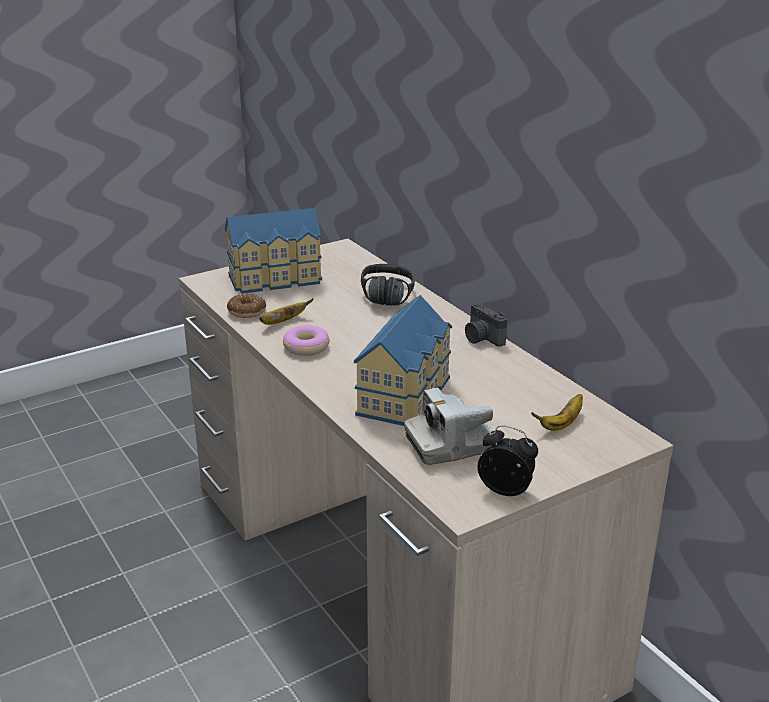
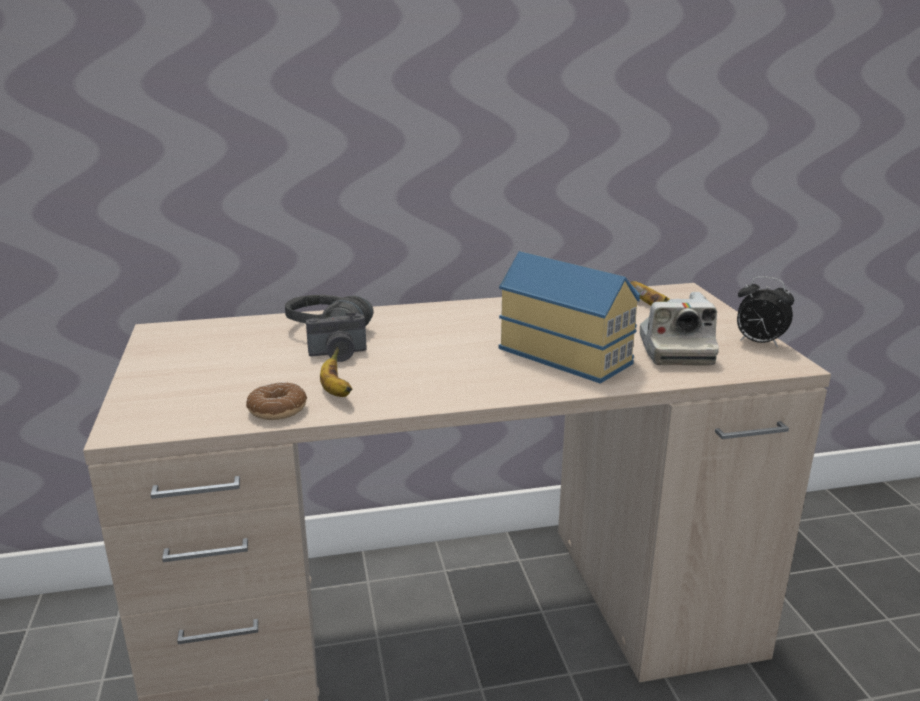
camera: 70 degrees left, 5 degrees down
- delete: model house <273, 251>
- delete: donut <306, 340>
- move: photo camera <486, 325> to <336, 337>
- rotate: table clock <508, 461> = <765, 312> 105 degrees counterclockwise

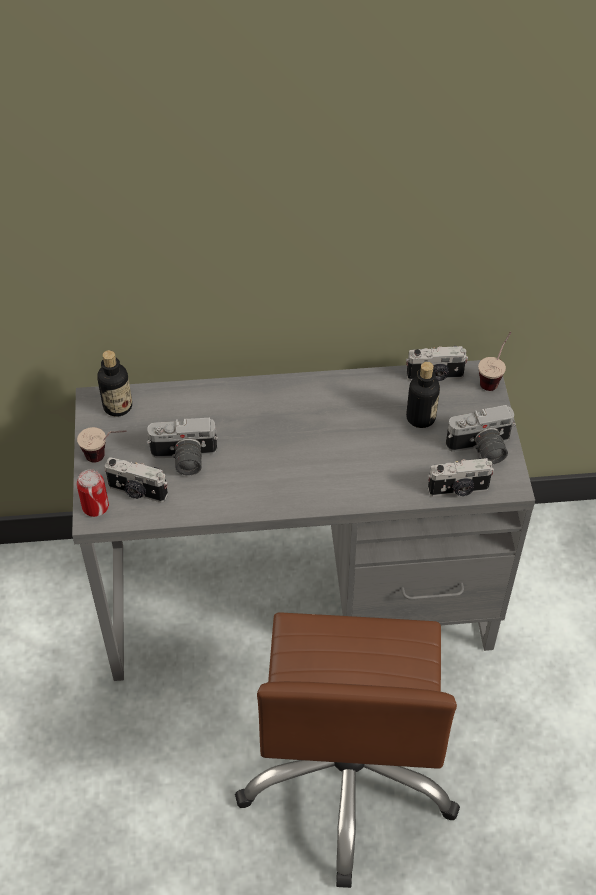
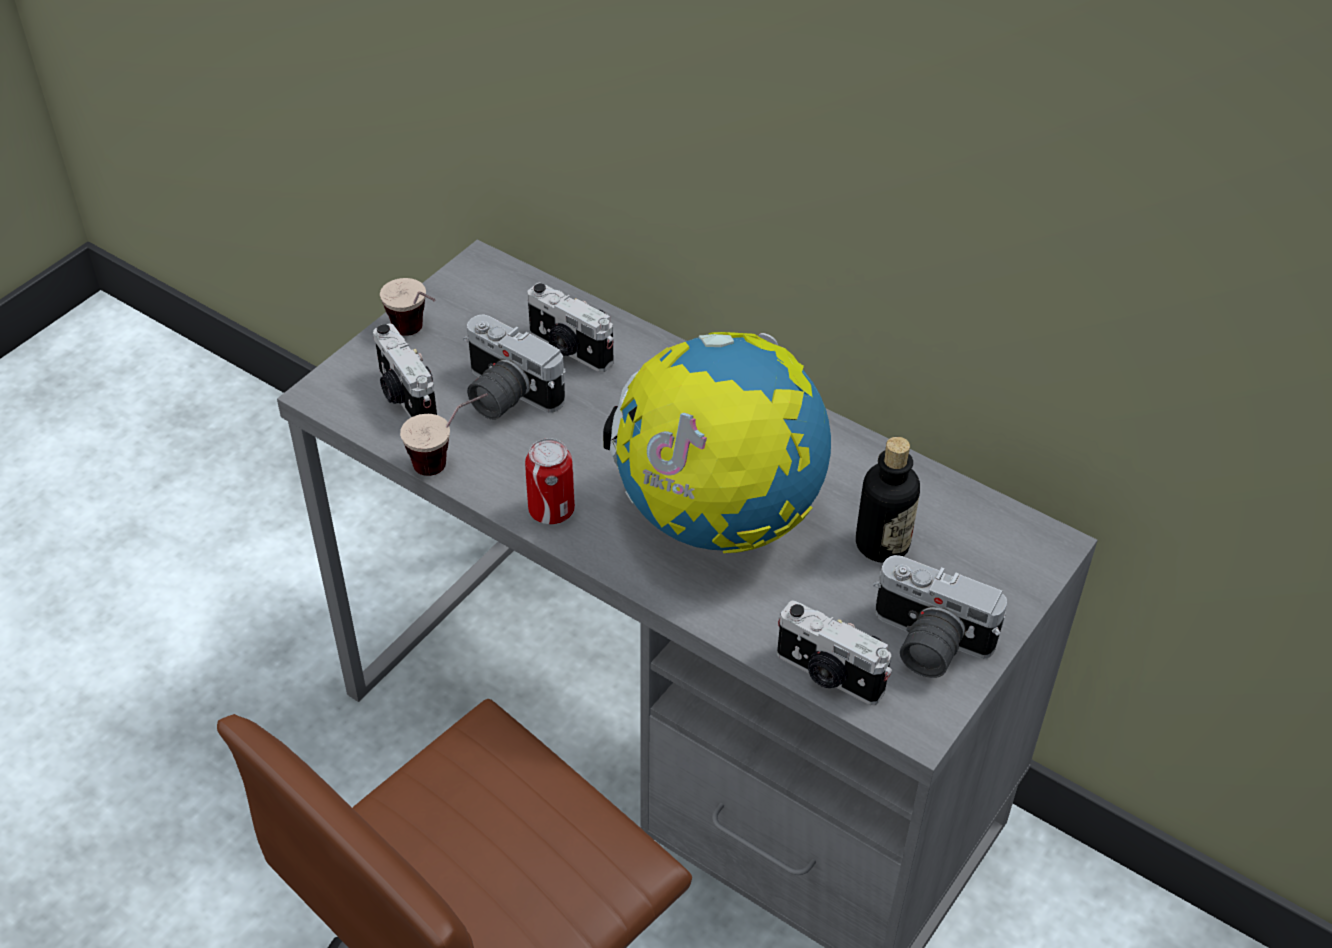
camera: 40 degrees right, 5 degrees down
- delete: drink bottle <114, 383>
- insert: globe <717, 442>
- move: can <93, 493> to <550, 481>
- move: photo camera <437, 363> to <570, 327>
- move: drinking cup <495, 361> to <444, 434>

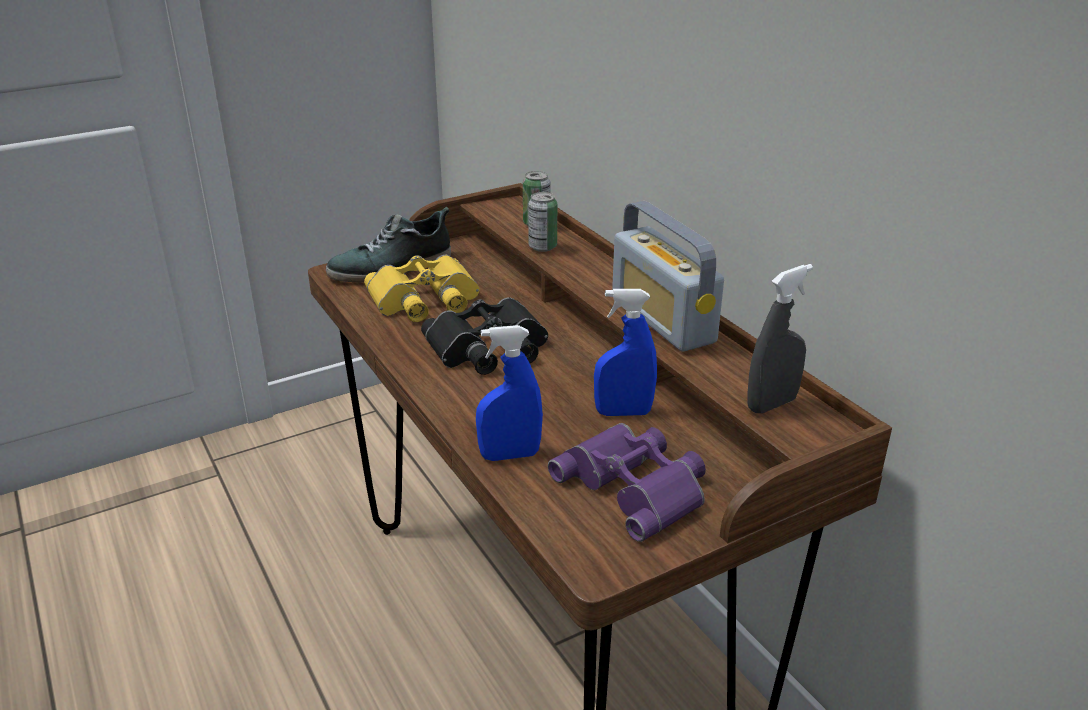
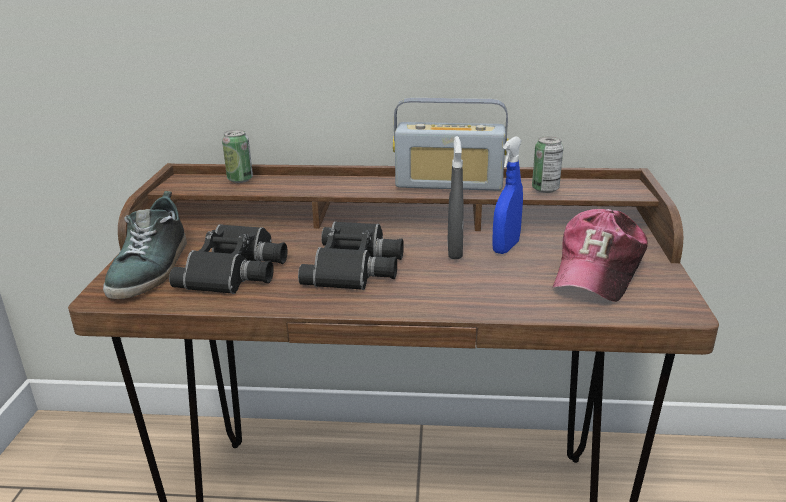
camera: 55 degrees left, 5 degrees down
- delete: blue-coloured spray bottle <509, 393>
- move: can <542, 222> to <547, 164>
- move: grey spray bottle <780, 338> to <456, 197>
- replace: purple field glasses <627, 482> to cap <600, 255>
- recolor: yellowish field glasses <422, 288> to black field glasses <228, 259>

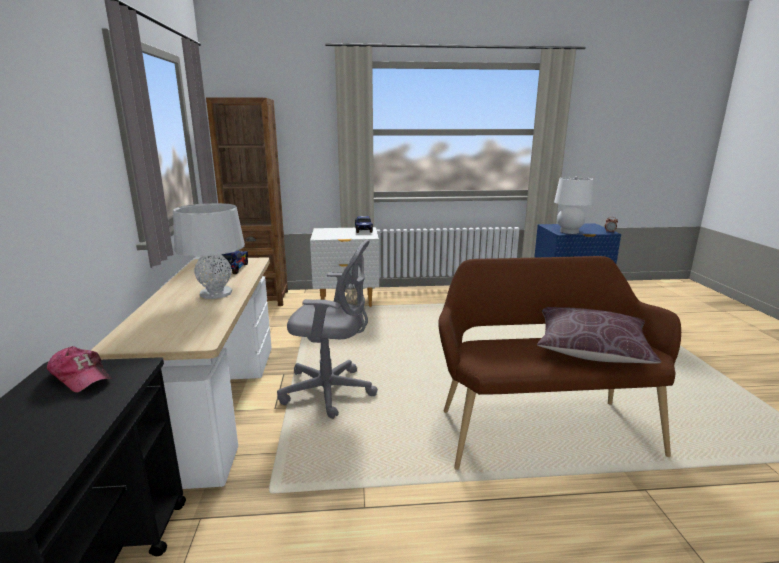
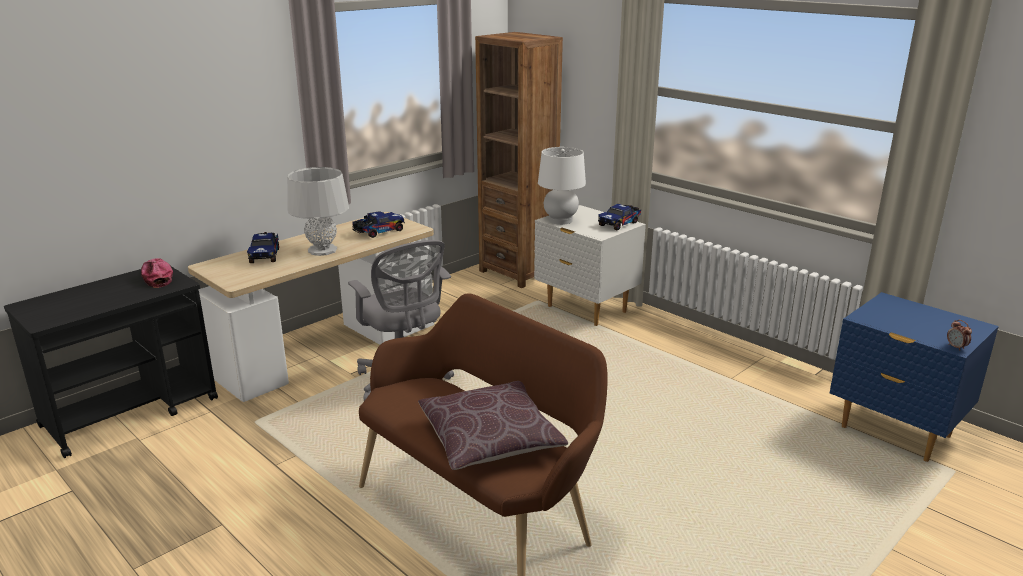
camera: 50 degrees right, 5 degrees up
- insert: toy lorry <263, 247>
- move: whitish tabletop lamp <573, 205> to <562, 186>
- rotate: cap <79, 369> = <157, 273> 150 degrees clockwise

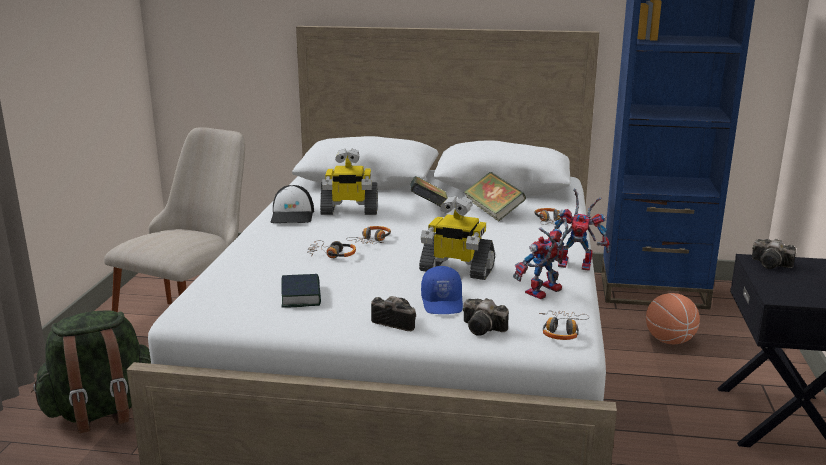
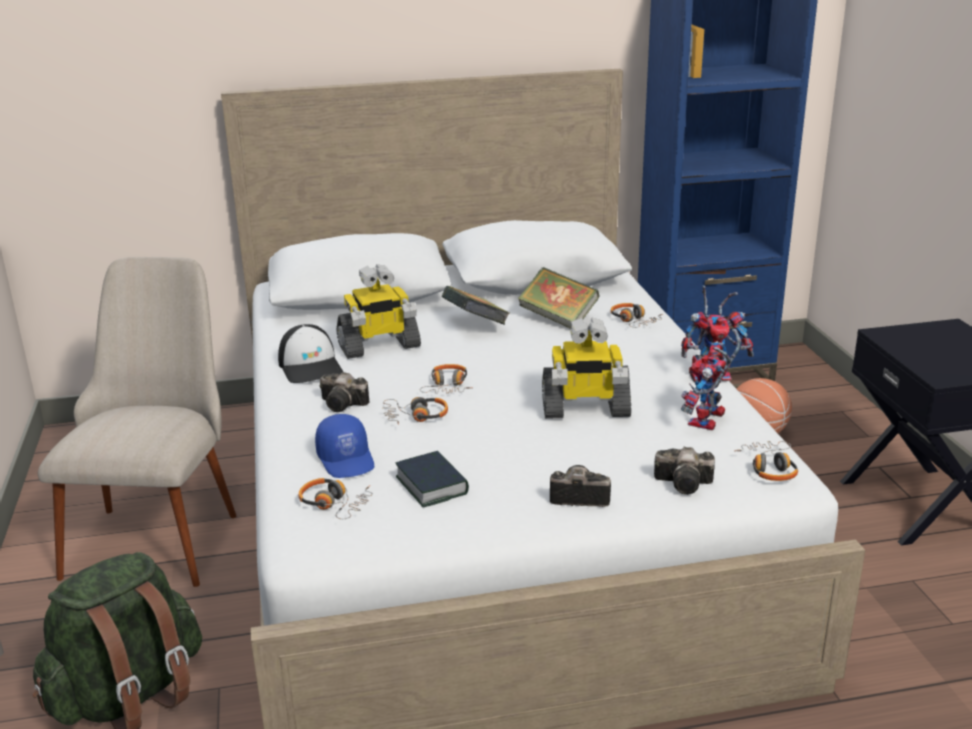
camera: 20 degrees left, 5 degrees up
- insert: headphones <335, 498>
- move: blue-coloured cap <442, 290> to <344, 446>
- move: photo camera <774, 254> to <344, 392>

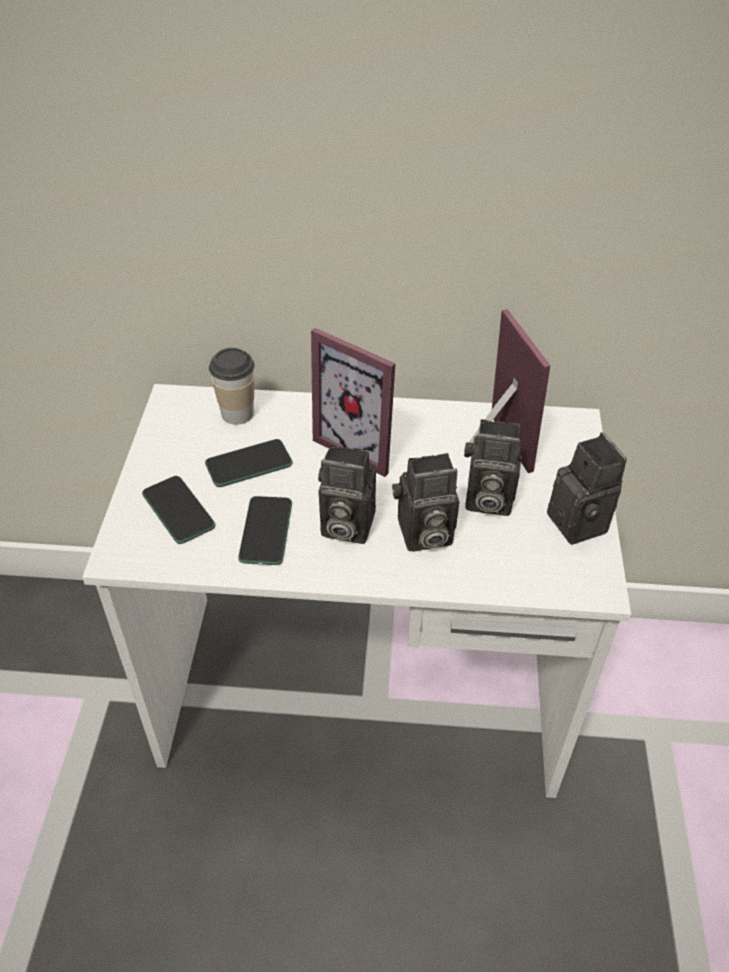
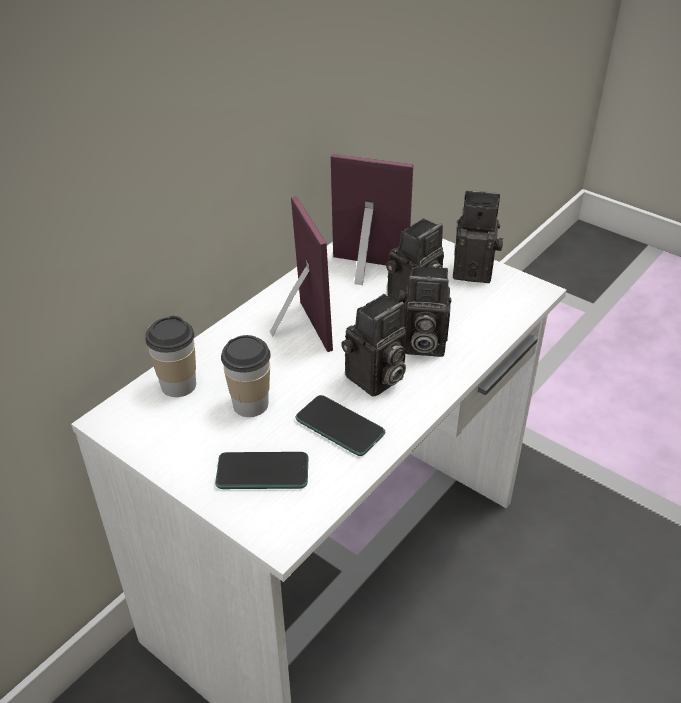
camera: 55 degrees left, 5 degrees down
- replace: handset <249, 463> to drinking cup <246, 376>
- rotate: standing frame <353, 402> = <301, 274> 90 degrees counterclockwise
- rotate: photo camera <425, 502> = <425, 311> 75 degrees clockwise

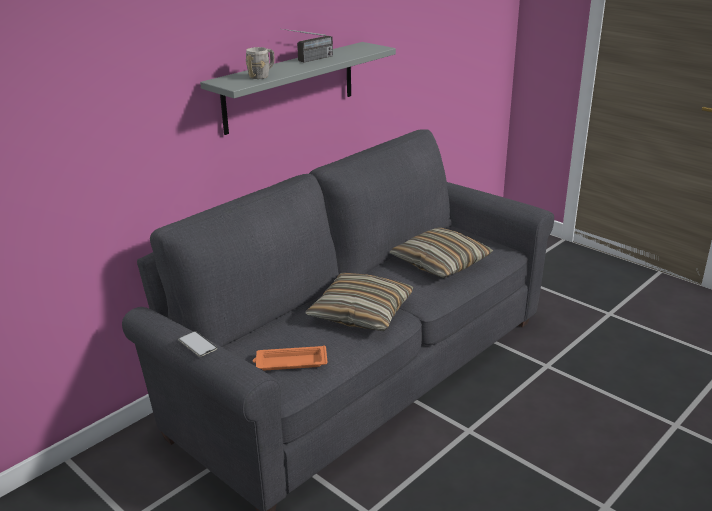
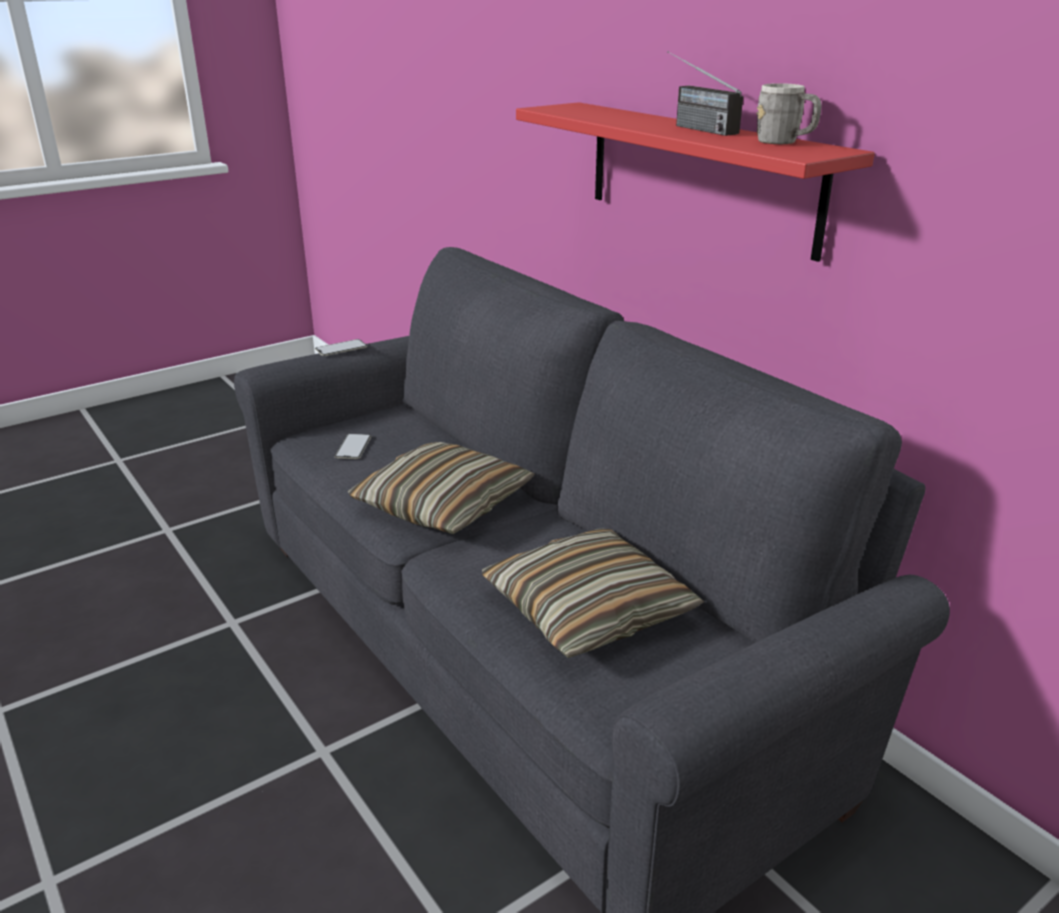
camera: 100 degrees right, 0 degrees up
- move: grey coffee mug <260, 63> to <789, 113>
- replace: orangey serving tray <290, 357> to handset <353, 446>
- recolor: grey shelf <298, 88> to red shelf <695, 182>

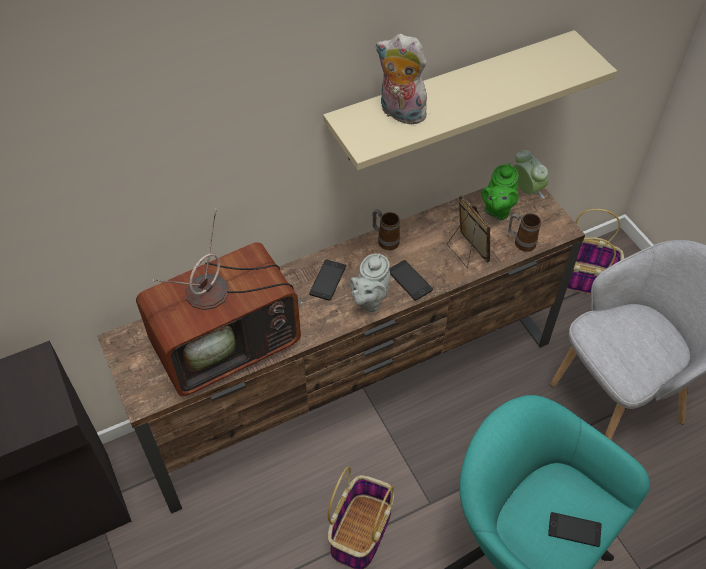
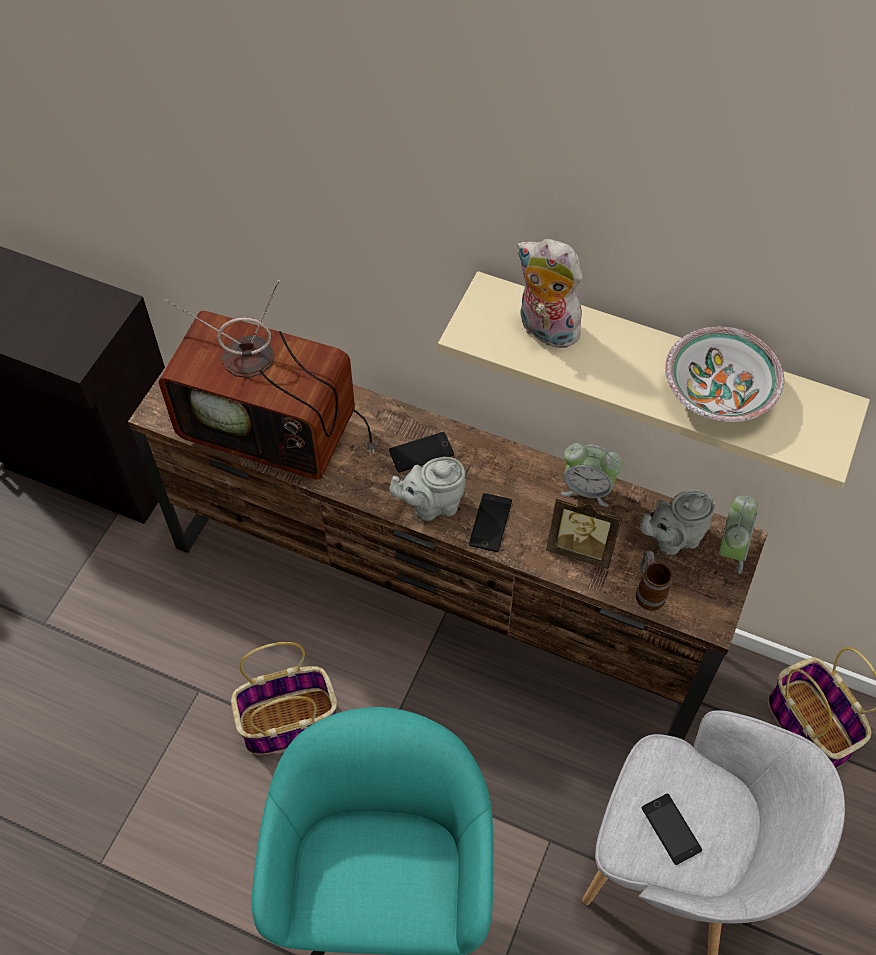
camera: 50 degrees right, 5 degrees up
- delete: coffee mug <386, 229>
- insert: table clock <592, 475>
- insert: serving bowl <724, 374>
- move: handset <574, 529> to <672, 829>
- recolor: greenish tea pot <500, 191> to grey tea pot <677, 522>
- rotate: soft toy <402, 80> = <550, 293> 45 degrees counterclockwise
- rotate: standing frame <468, 231> = <584, 533> 90 degrees clockwise

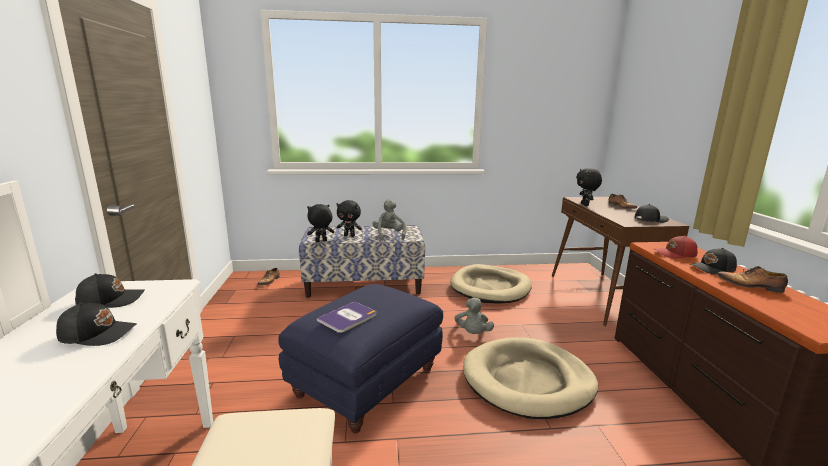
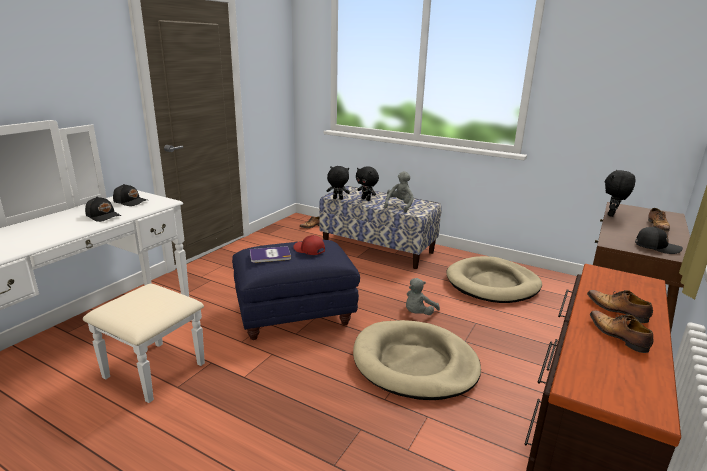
camera: 35 degrees right, 5 degrees up
- move: red cap <676, 246> to <309, 245>
- replace: black cap <713, 261> to low shoe <620, 306>

